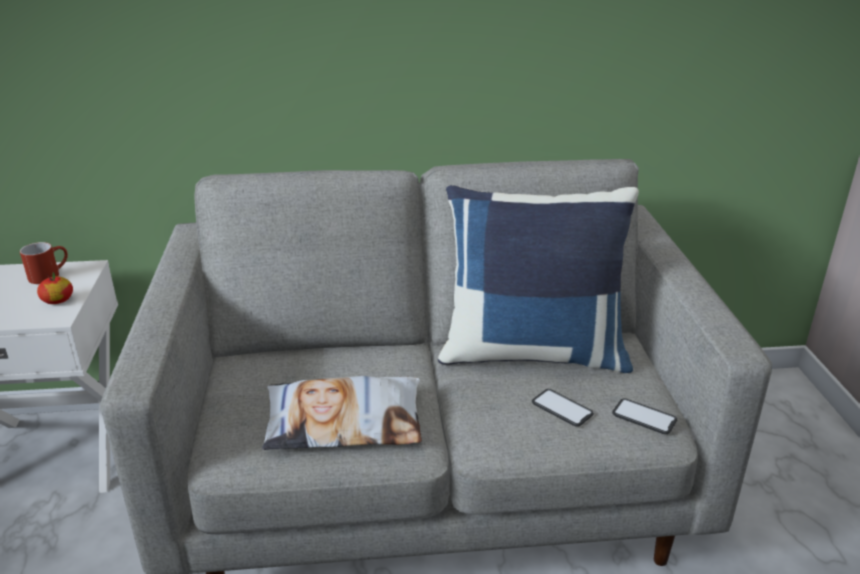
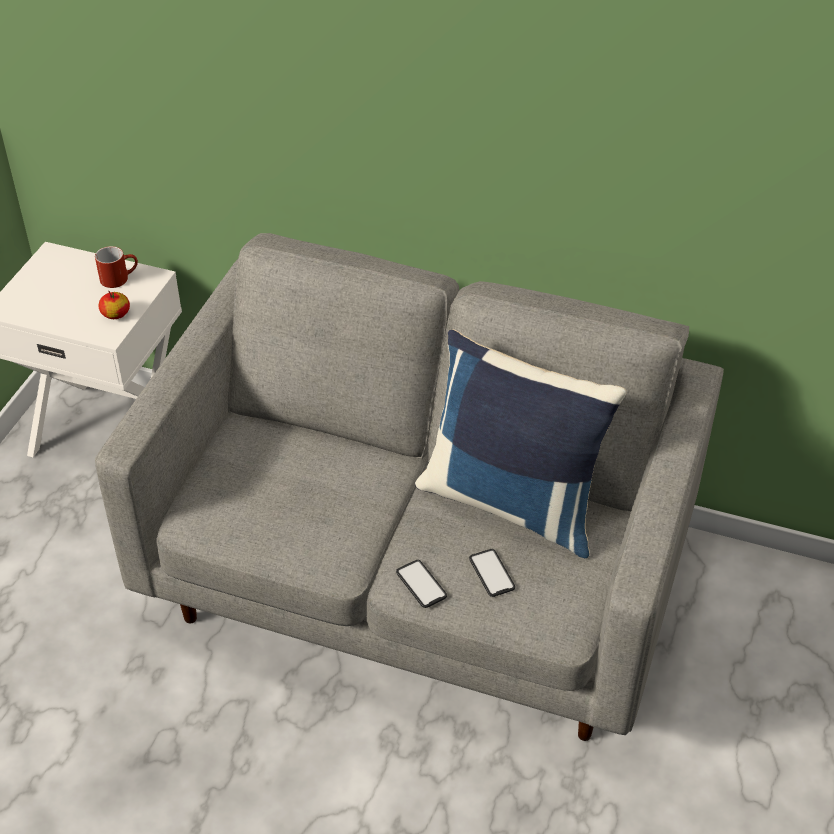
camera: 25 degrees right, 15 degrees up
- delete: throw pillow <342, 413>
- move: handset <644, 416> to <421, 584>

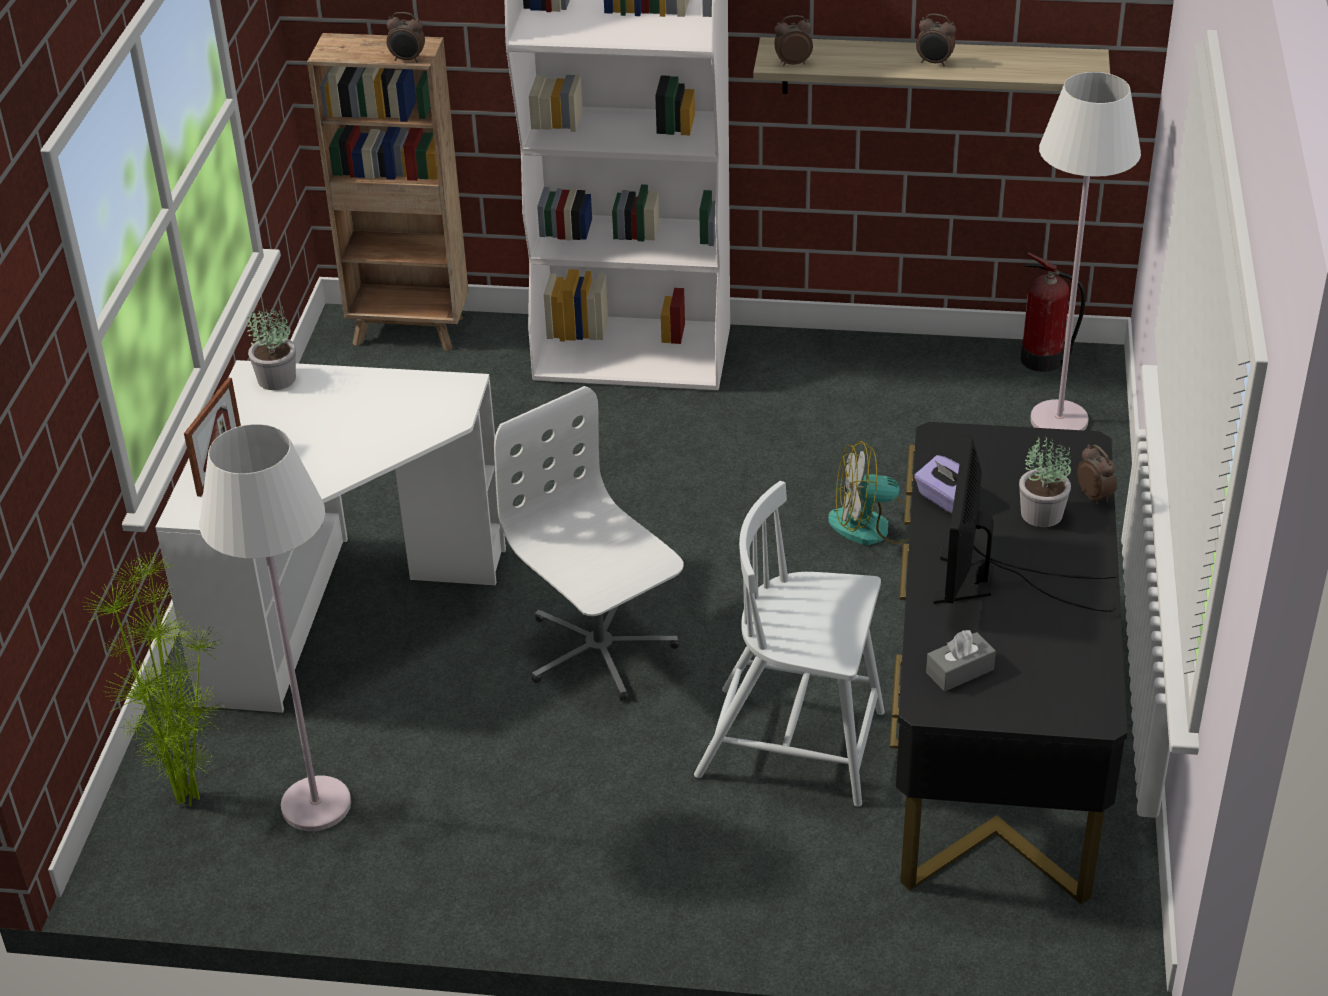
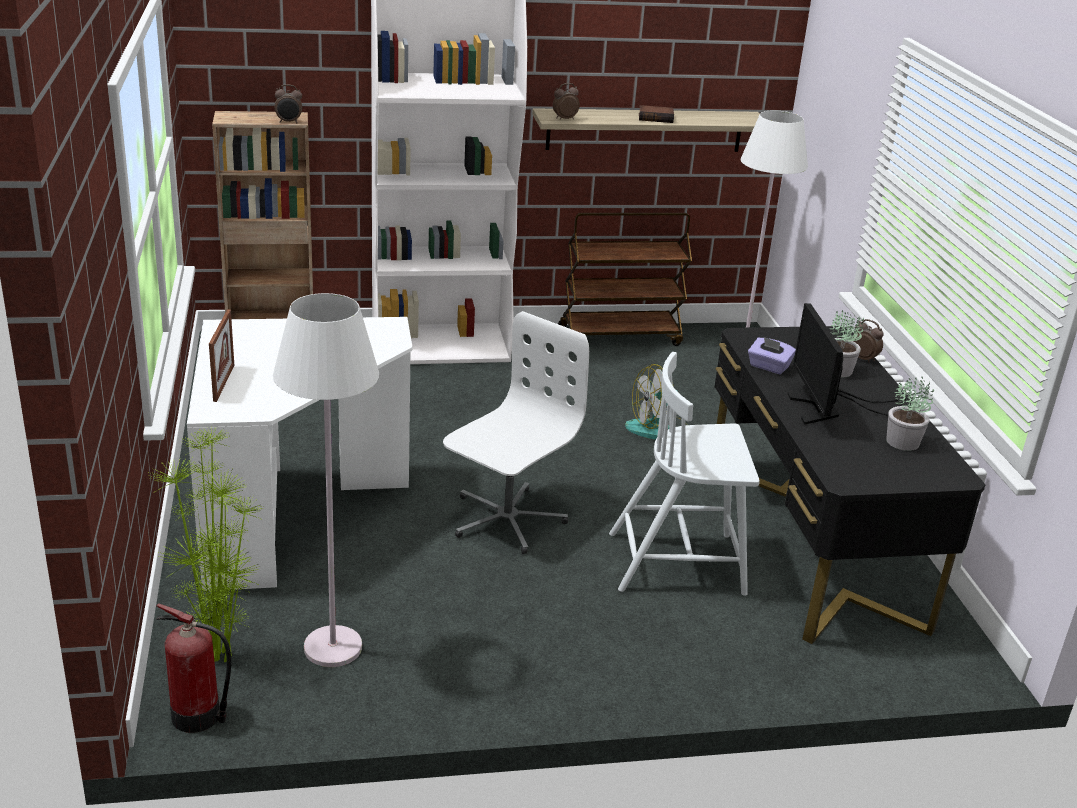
camera: 20 degrees left, 10 degrees down
- delete: grey box of tissues <961, 660>
- insert: brown cart <625, 279>
- move: houseplant <271, 348> to <910, 414>
- move: fire extinguisher <1053, 312> to <193, 668>
- replace: table clock <936, 40> to book <656, 114>
- rotate: whitish computer chair <589, 543> = <516, 432> 90 degrees clockwise

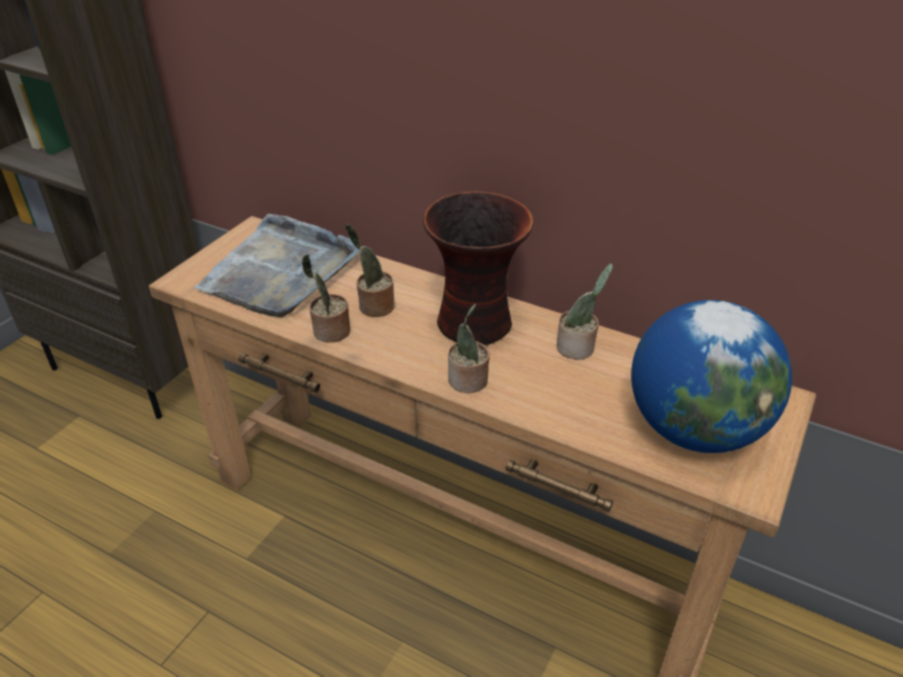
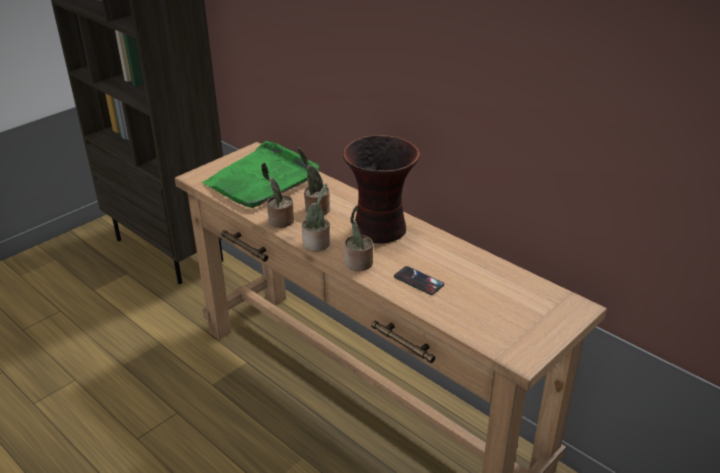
camera: 15 degrees right, 5 degrees down
- delete: globe <711, 376>
- insert: handset <419, 280>
- move: houseplant <585, 311> to <316, 218>
- recolor: grey serving tray <277, 266> to greenish serving tray <260, 174>

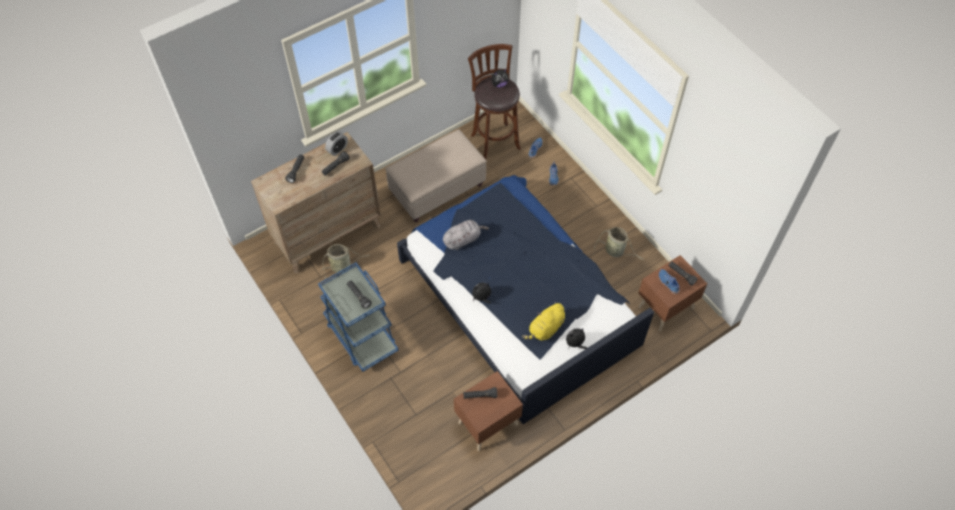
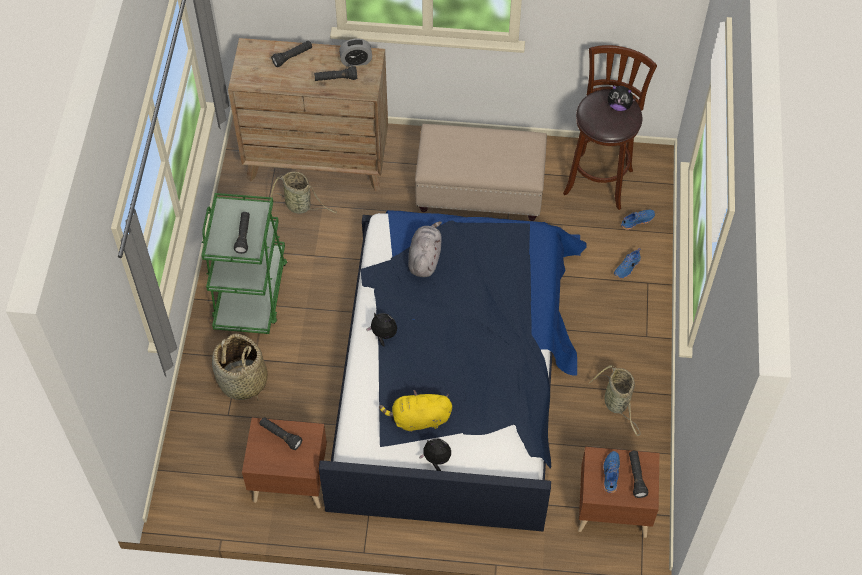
camera: 40 degrees right, 0 degrees up
- insert: storage basket <240, 367>
- recolor: blue-coloured cart <358, 317> to greenish cart <244, 263>
- rotate: grey soft toy <466, 235> = <425, 249> 90 degrees counterclockwise

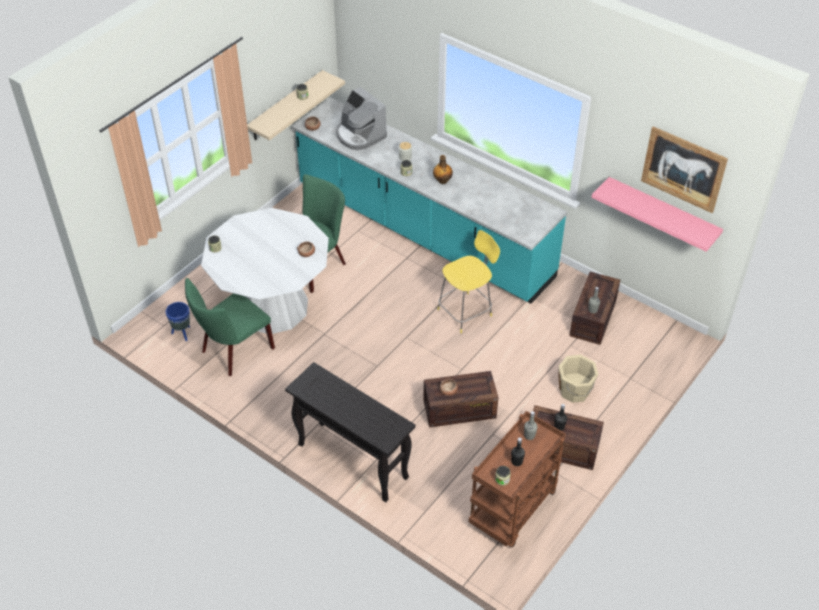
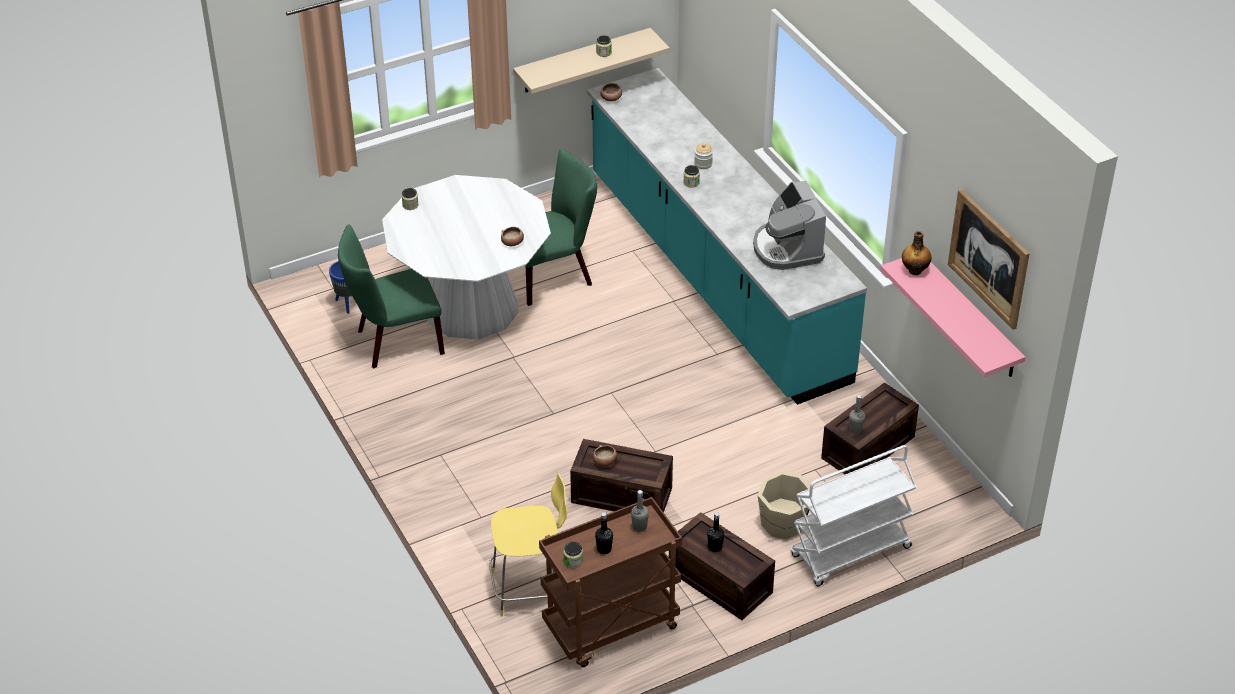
camera: 25 degrees right, 5 degrees down
- delete: black console table <350, 432>
- insert: whitish cart <854, 515>
- move: coffee machine <361, 119> to <789, 225>
- move: drink bottle <443, 169> to <916, 253>
- move: yellowish sitting stool <468, 281> to <528, 545>

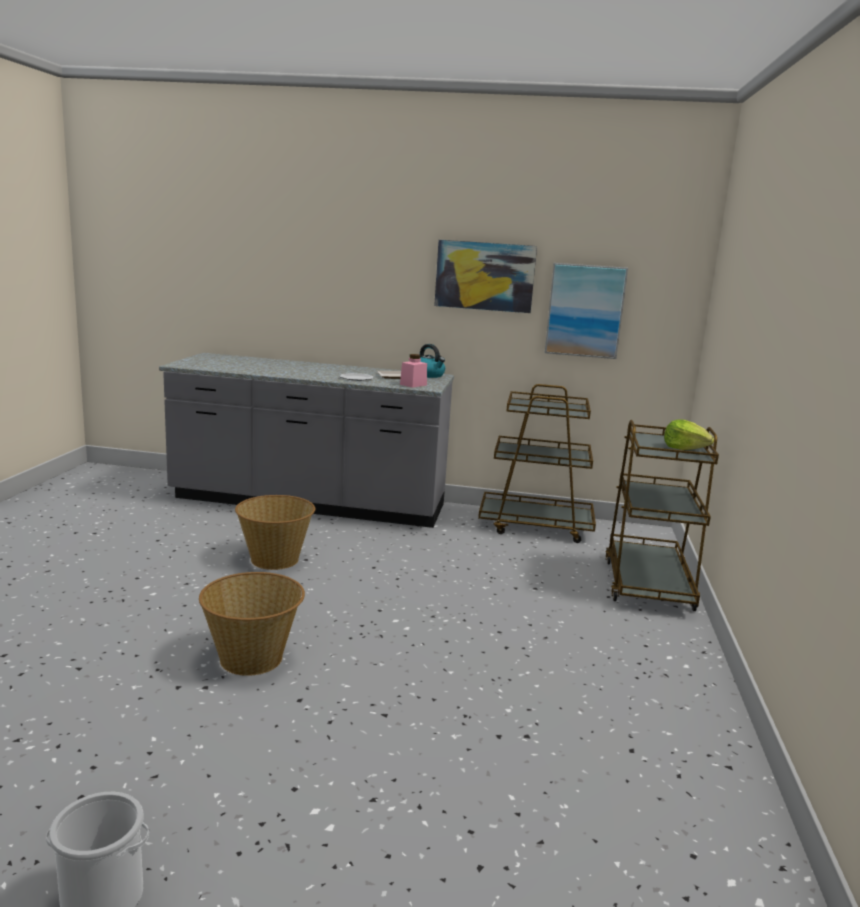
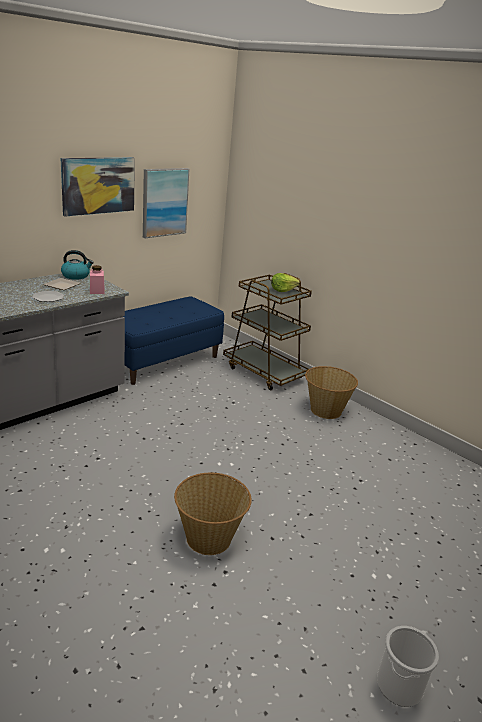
camera: 55 degrees left, 10 degrees up
- move: storage basket <275, 532> to <331, 392>
- replace: brown cart <537, 463> to blue-coloured indoor bench <173, 340>

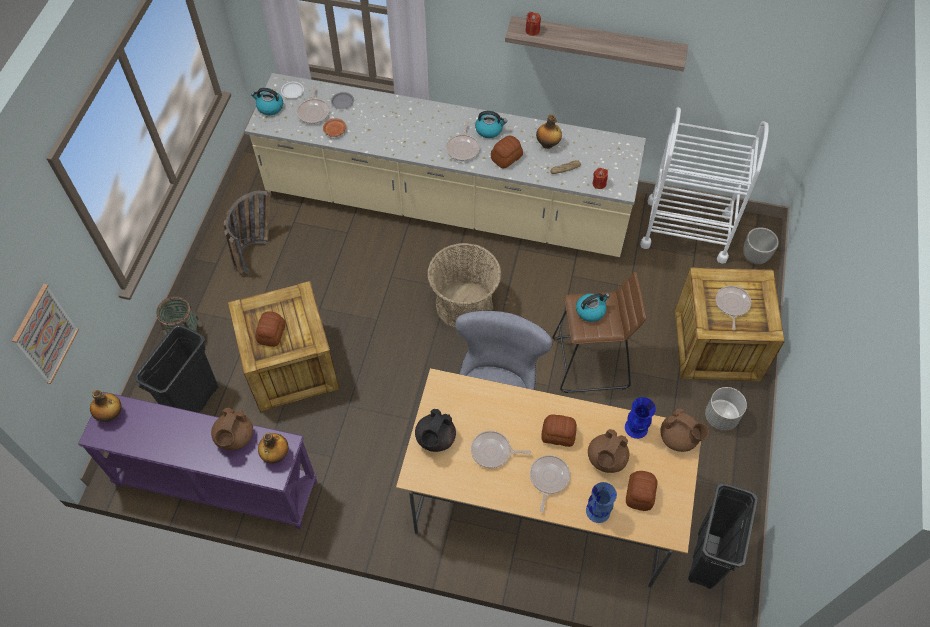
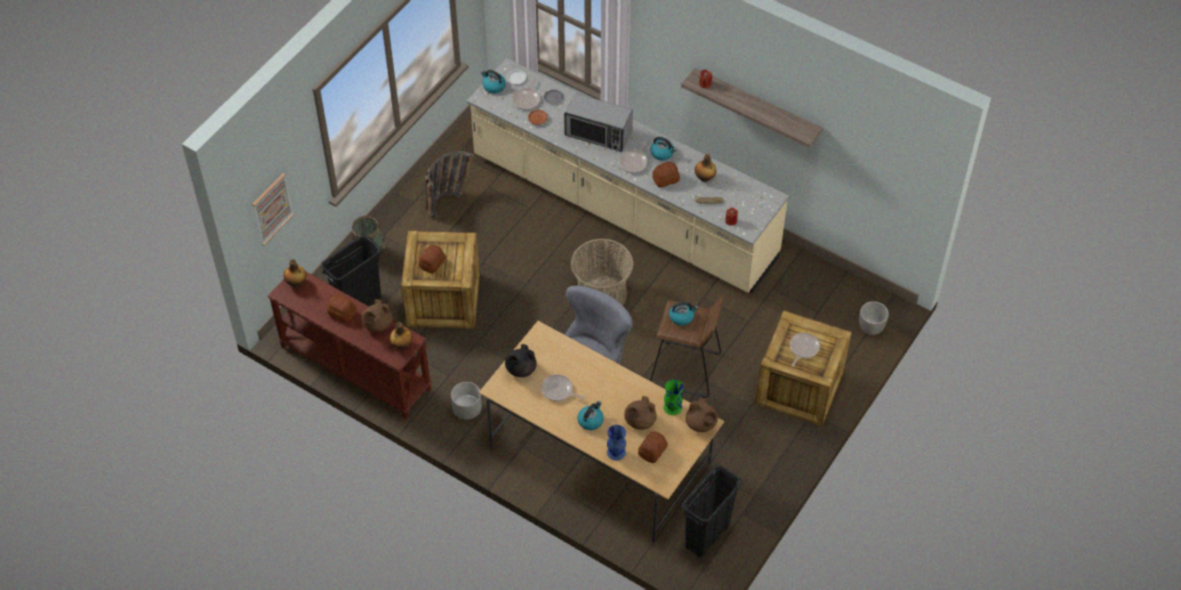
camera: 20 degrees right, 5 degrees down
- delete: whitish cart <704, 185>
- insert: kitchen microwave <598, 122>
- move: baked bread <559, 430> to <341, 308>
- move: grey planter <726, 408> to <466, 400>
- replace: pan <550, 483> to tea kettle <590, 415>
- recolor: purple console table <197, 460> to brown console table <350, 345>
- recolor: blue-coloured flower vase <640, 418> to greenish flower vase <674, 397>

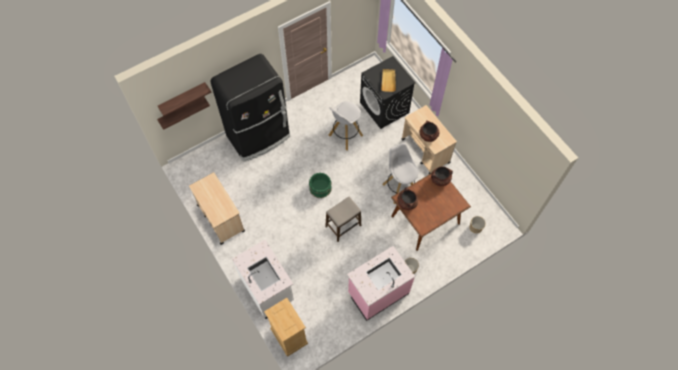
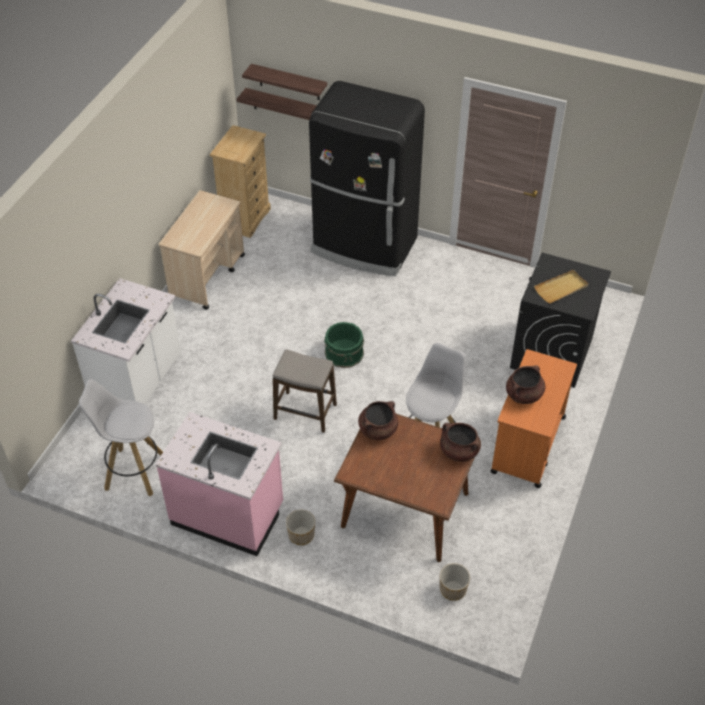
camera: 55 degrees right, 15 degrees down
- move: sand-coloured chest of drawers <286, 327> to <240, 181>
- move: whitish sitting stool <346, 125> to <121, 438>
- recolor: sand-coloured cart <429, 139> to orangey cart <533, 418>

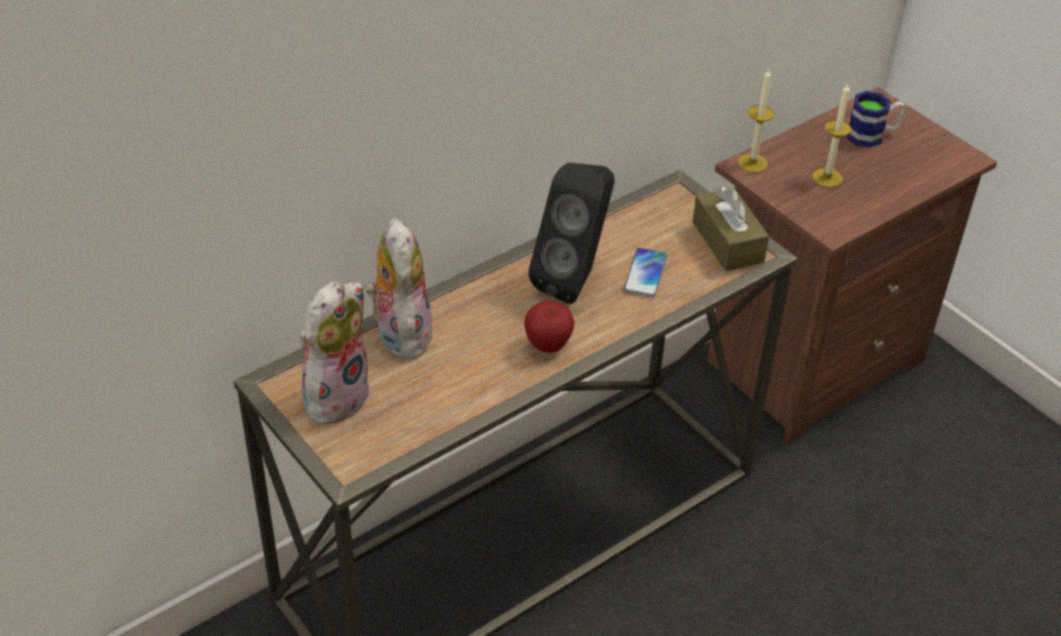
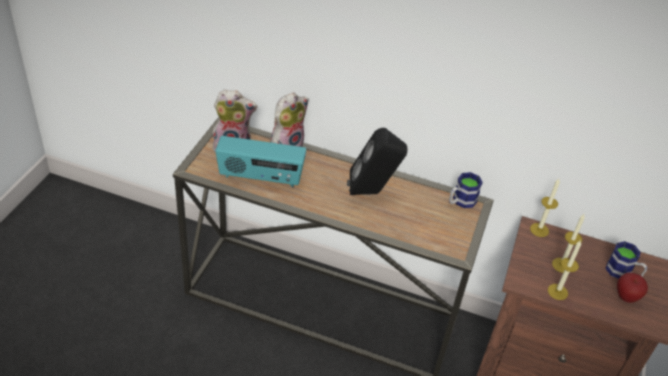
camera: 55 degrees right, 0 degrees up
- delete: handset <645, 272>
- delete: brown box of tissues <731, 229>
- insert: radio <261, 161>
- insert: coffee mug <466, 190>
- insert: candle <564, 270>
- move: whole apple <549, 327> to <632, 287>

